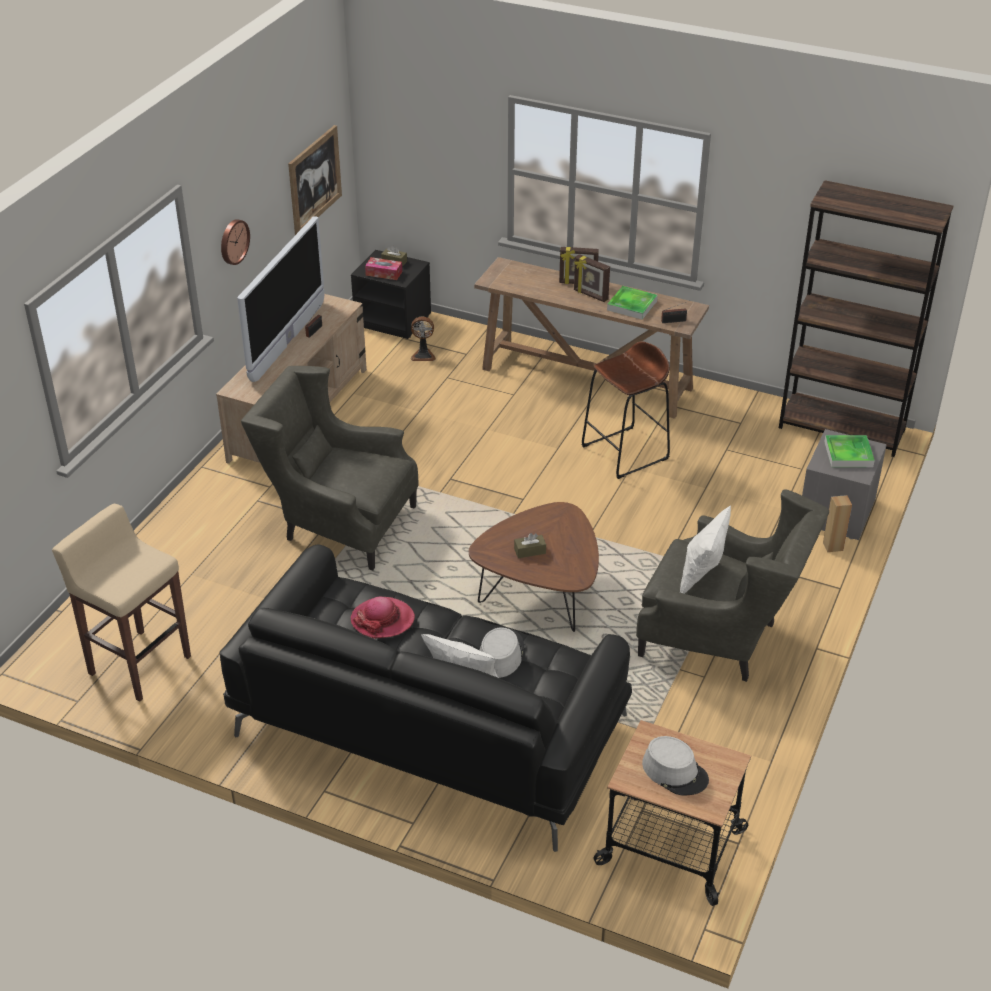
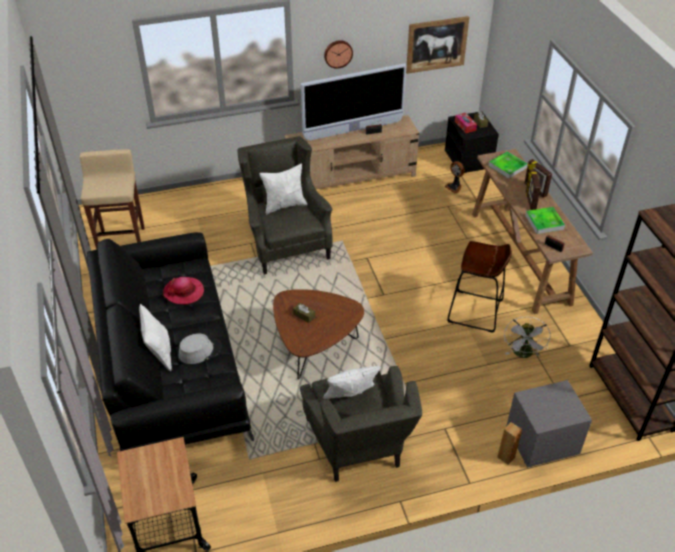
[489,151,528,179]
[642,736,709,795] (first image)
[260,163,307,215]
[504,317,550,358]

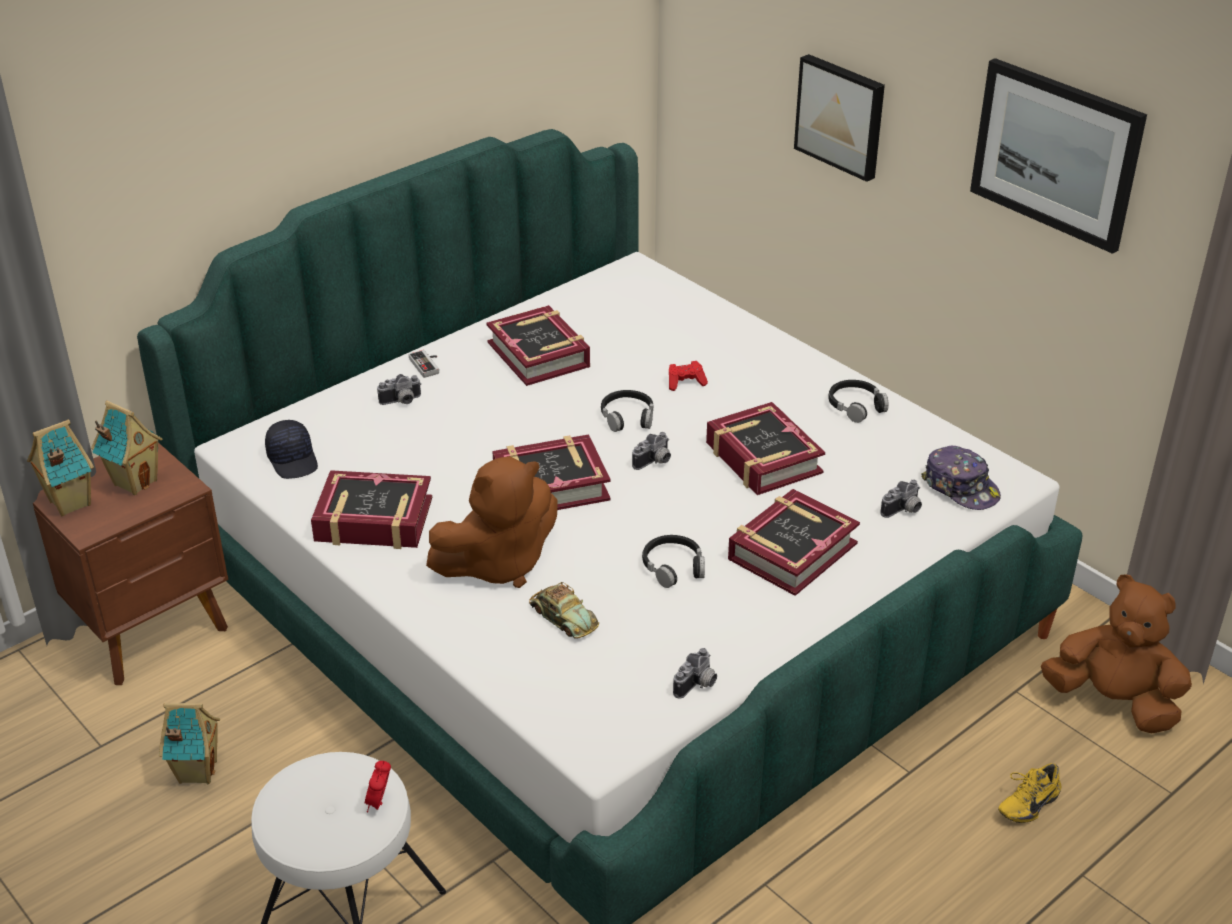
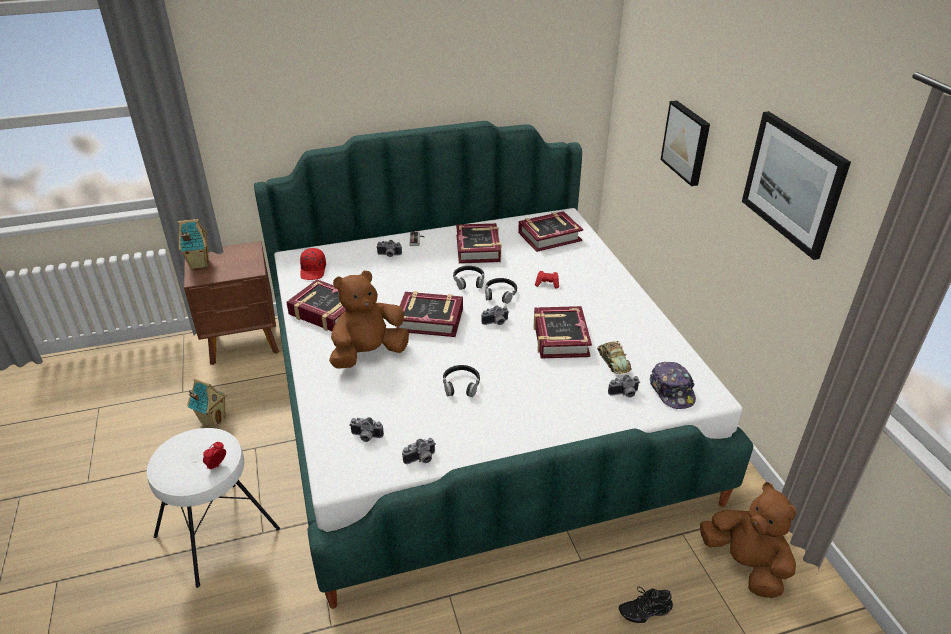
[453,266,484,290]
[91,401,162,495] (first image)
[300,248,326,280]
[329,271,409,369]
[518,211,583,252]
[597,341,631,374]
[619,586,673,623]
[349,417,384,442]

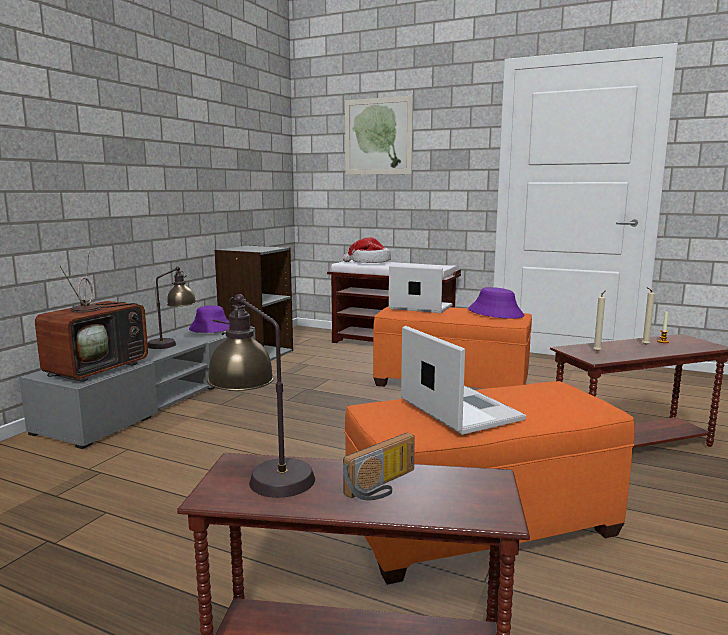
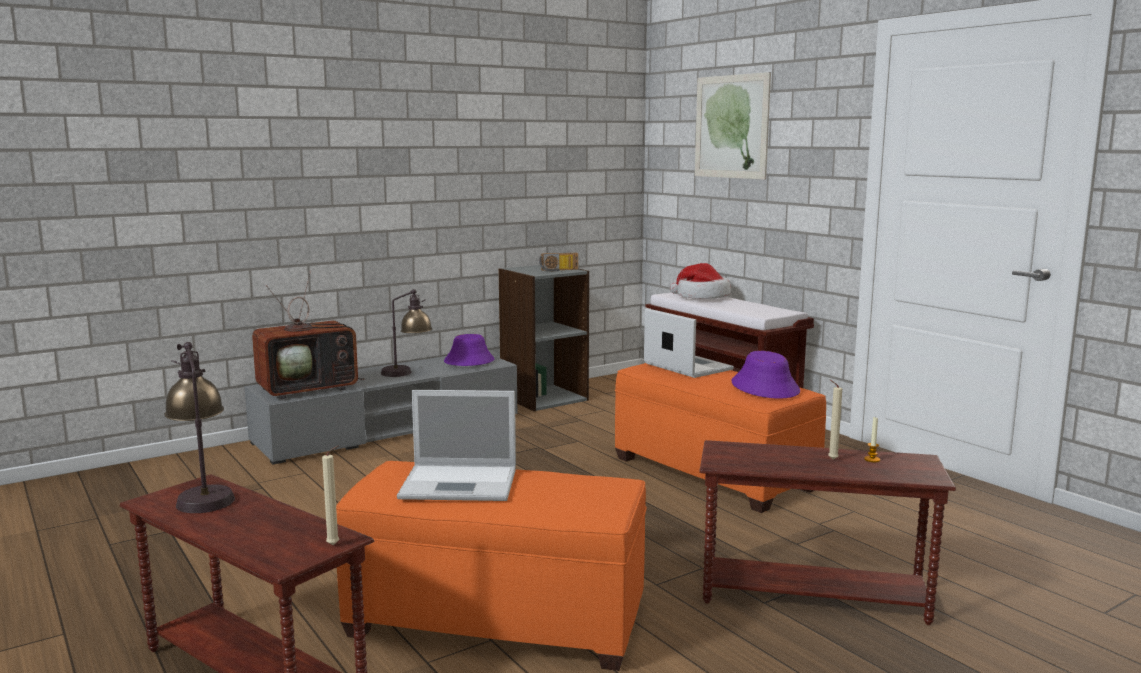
[322,446,339,545]
[397,390,516,501]
[539,253,578,271]

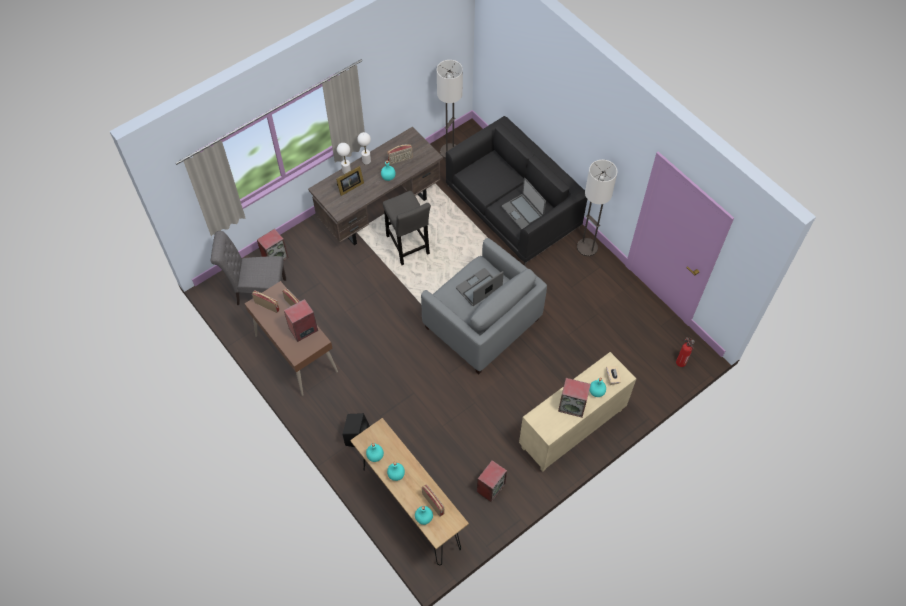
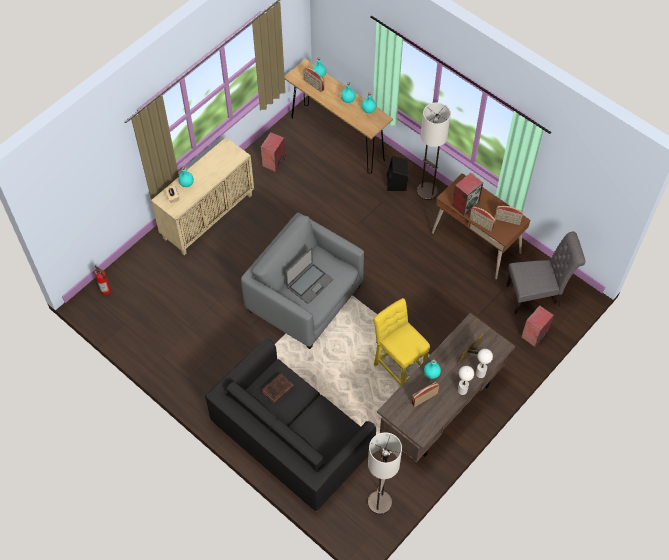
[417,102,451,200]
[262,373,294,404]
[373,298,430,385]
[558,378,591,418] (first image)

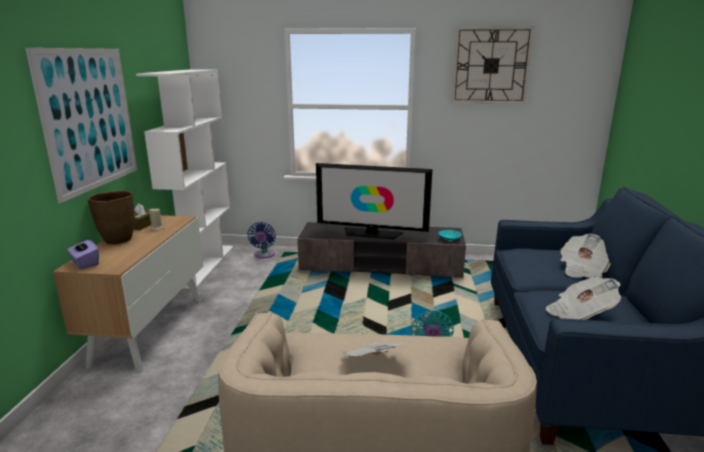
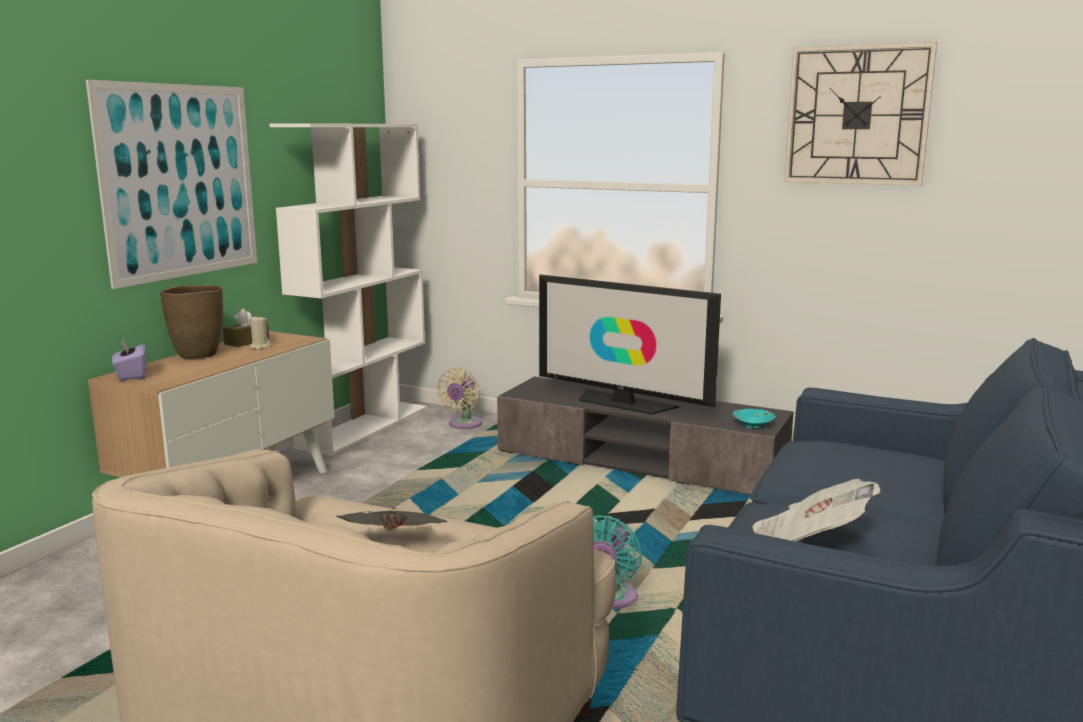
[437,368,482,429]
[560,234,610,278] (first image)

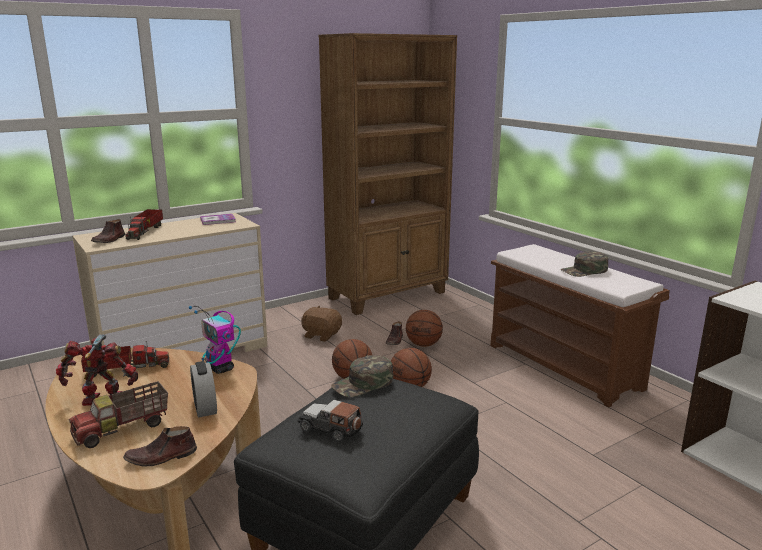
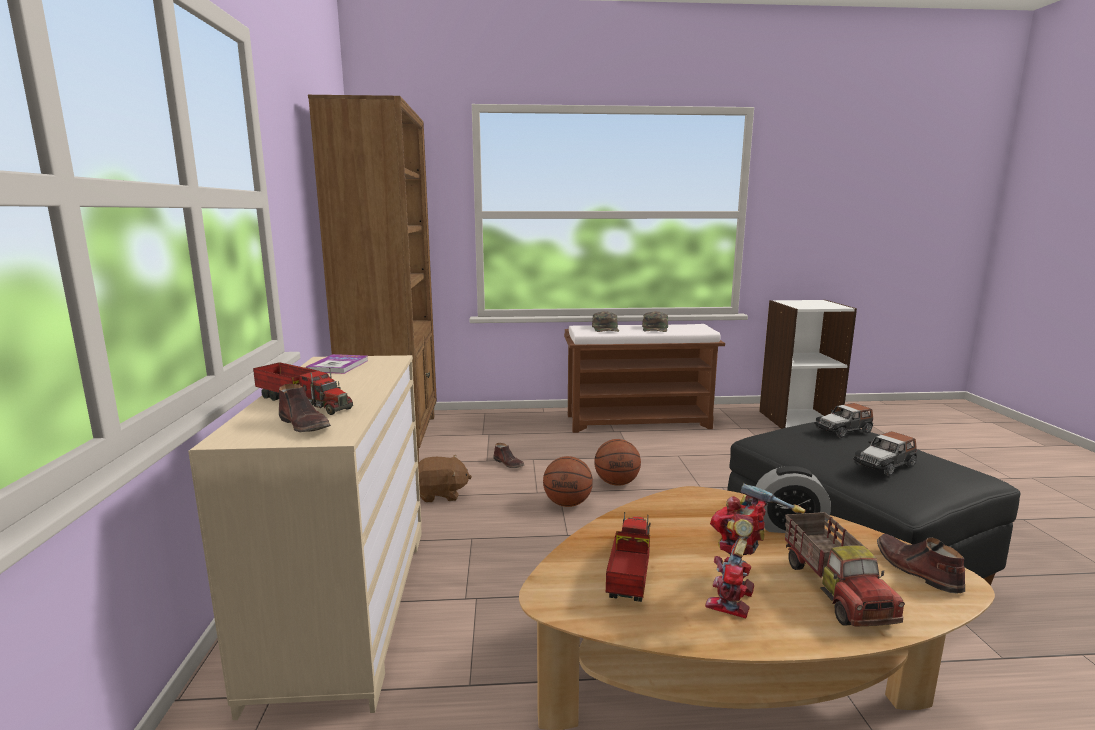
[189,306,241,374] (first image)
[418,455,472,503]
[406,310,443,347] (first image)
[592,311,619,332]
[877,534,965,594]
[814,403,873,438]

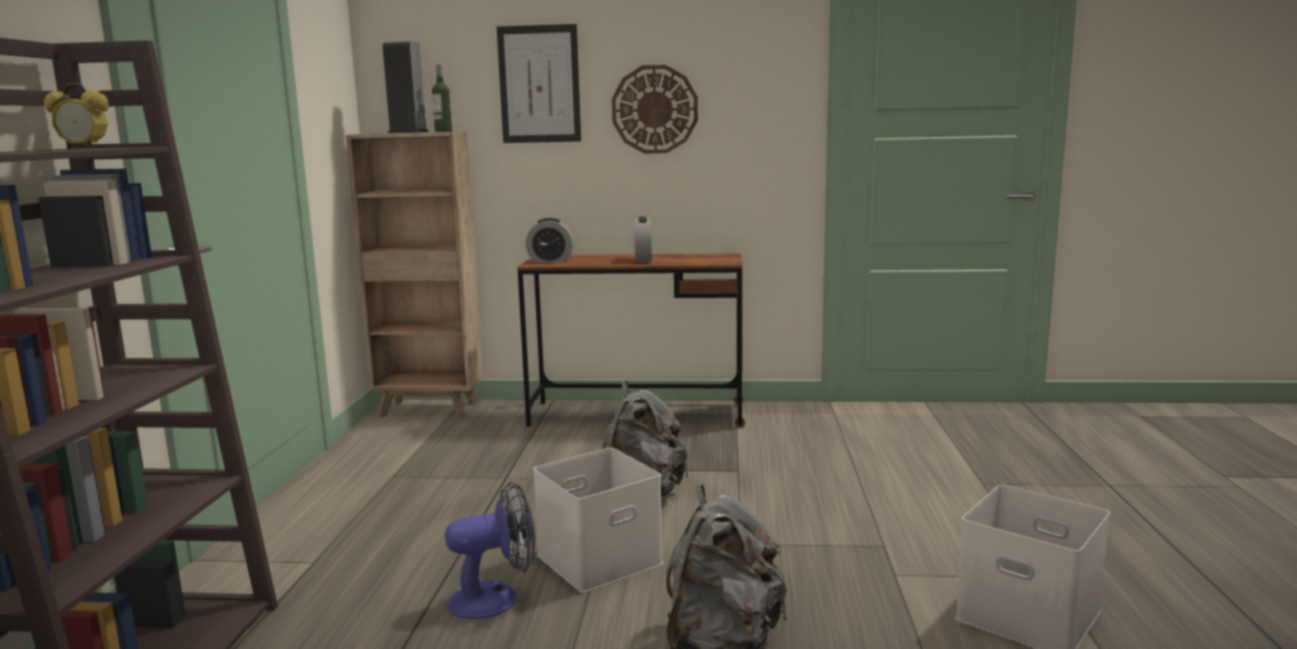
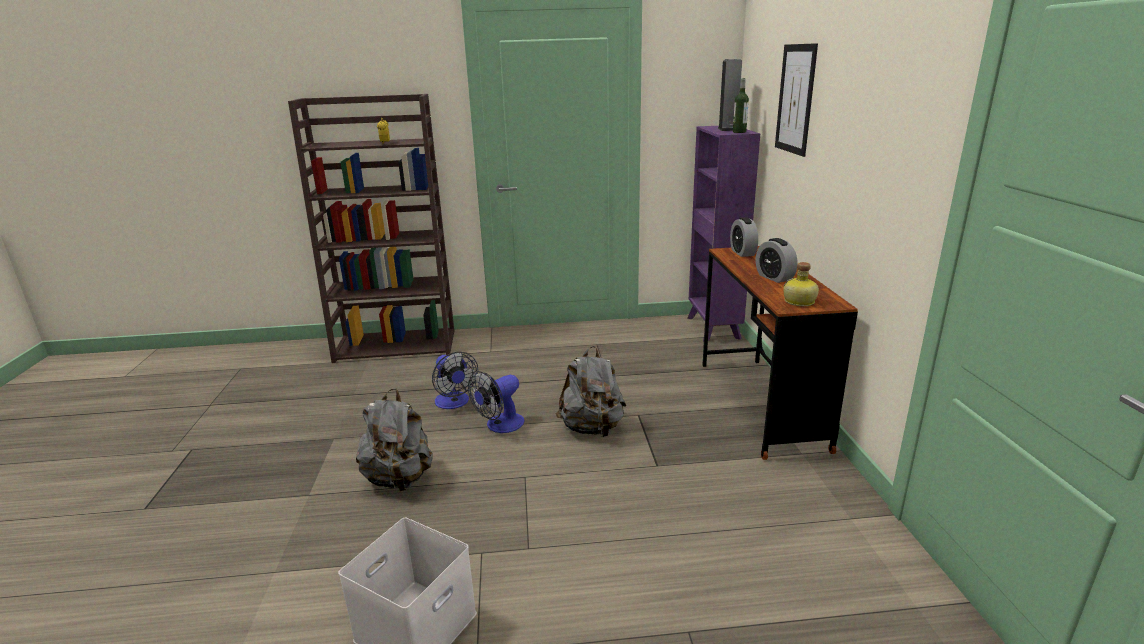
[612,65,698,154] (first image)
[687,126,760,341]
[756,238,798,283]
[468,371,525,433]
[783,262,819,306]

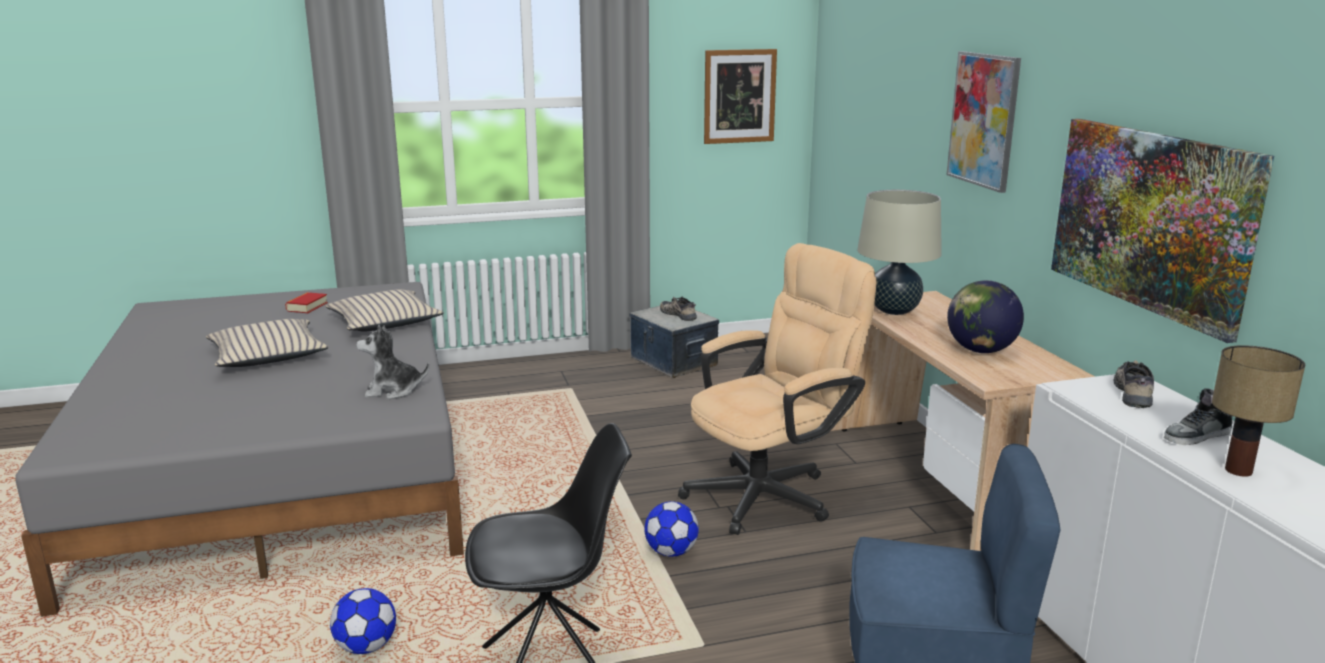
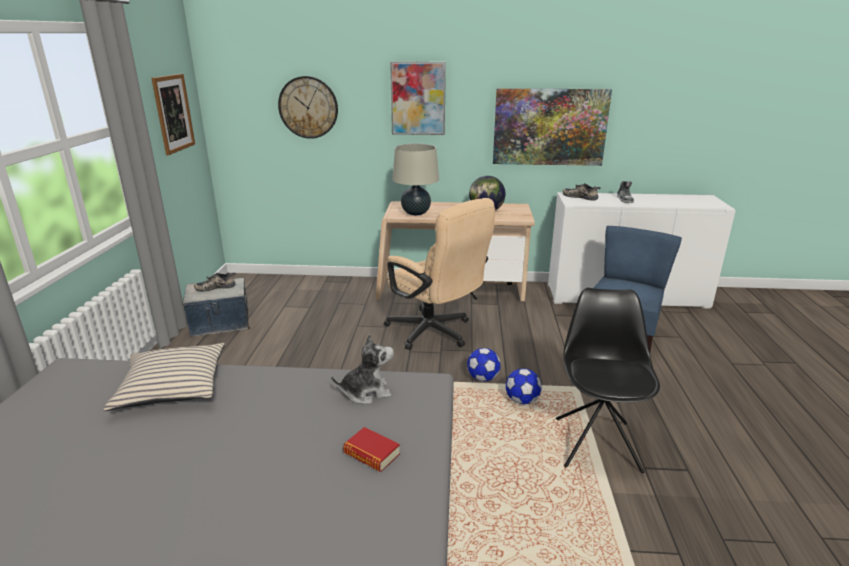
[384,198,495,350]
[343,427,400,472]
[206,319,329,367] (first image)
[331,333,394,404]
[1212,345,1305,477] (first image)
[506,368,542,404]
[278,76,338,139]

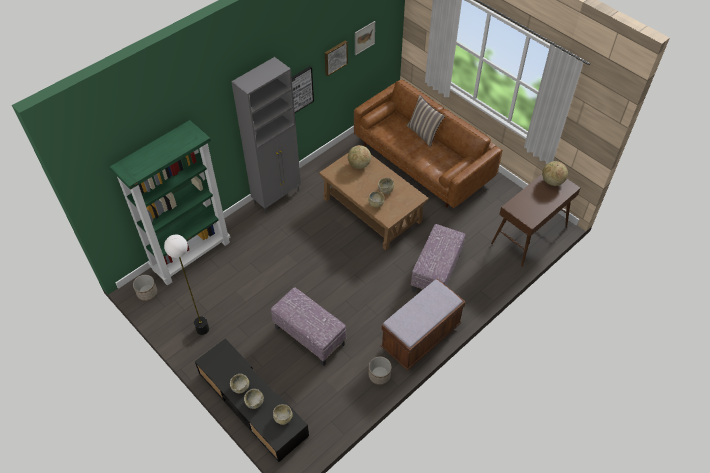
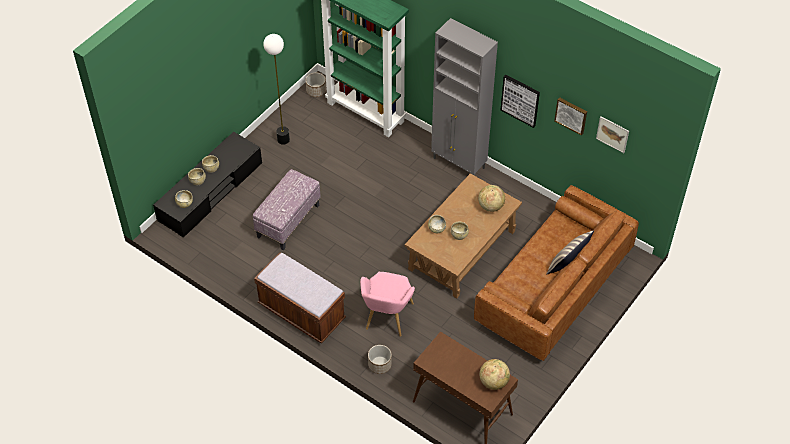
[360,272,415,337]
[368,345,392,374]

